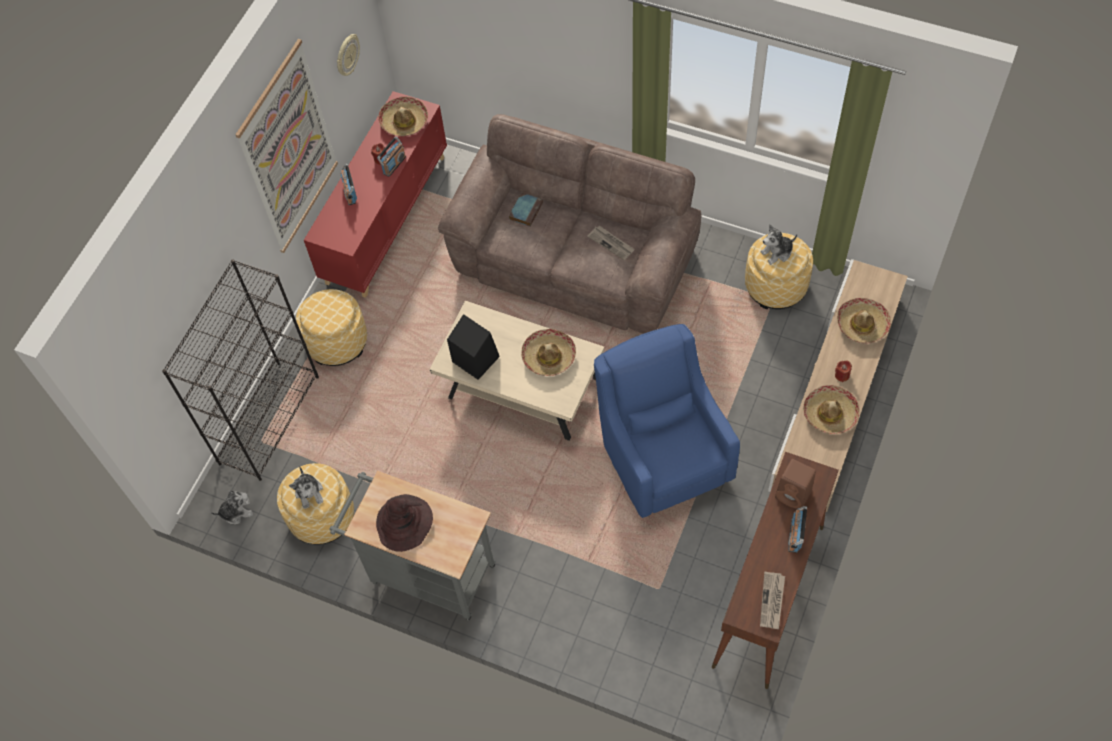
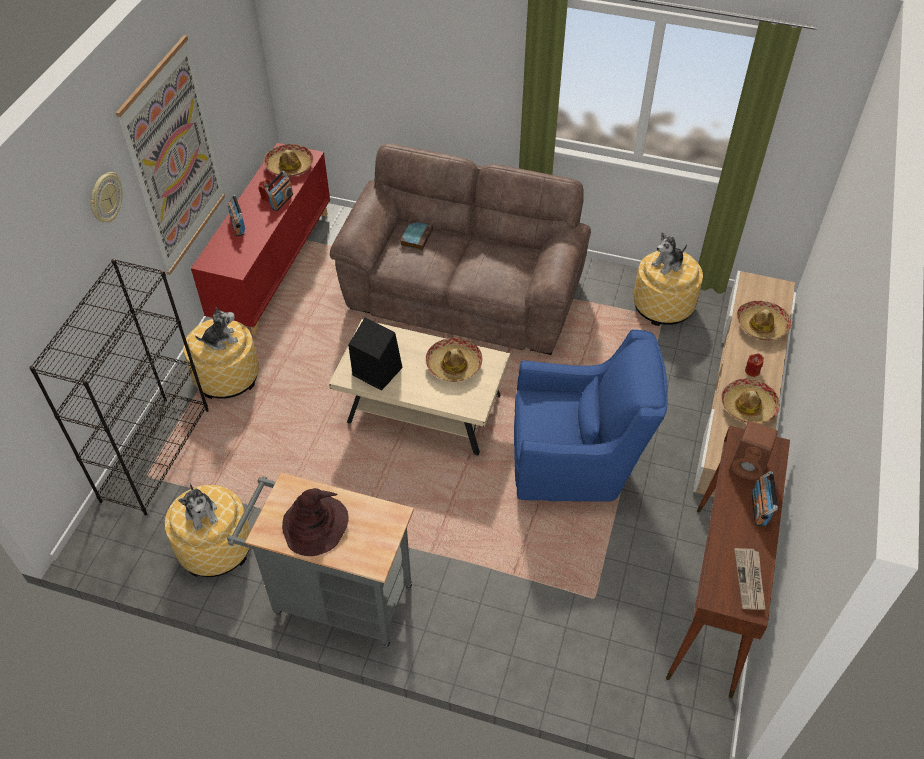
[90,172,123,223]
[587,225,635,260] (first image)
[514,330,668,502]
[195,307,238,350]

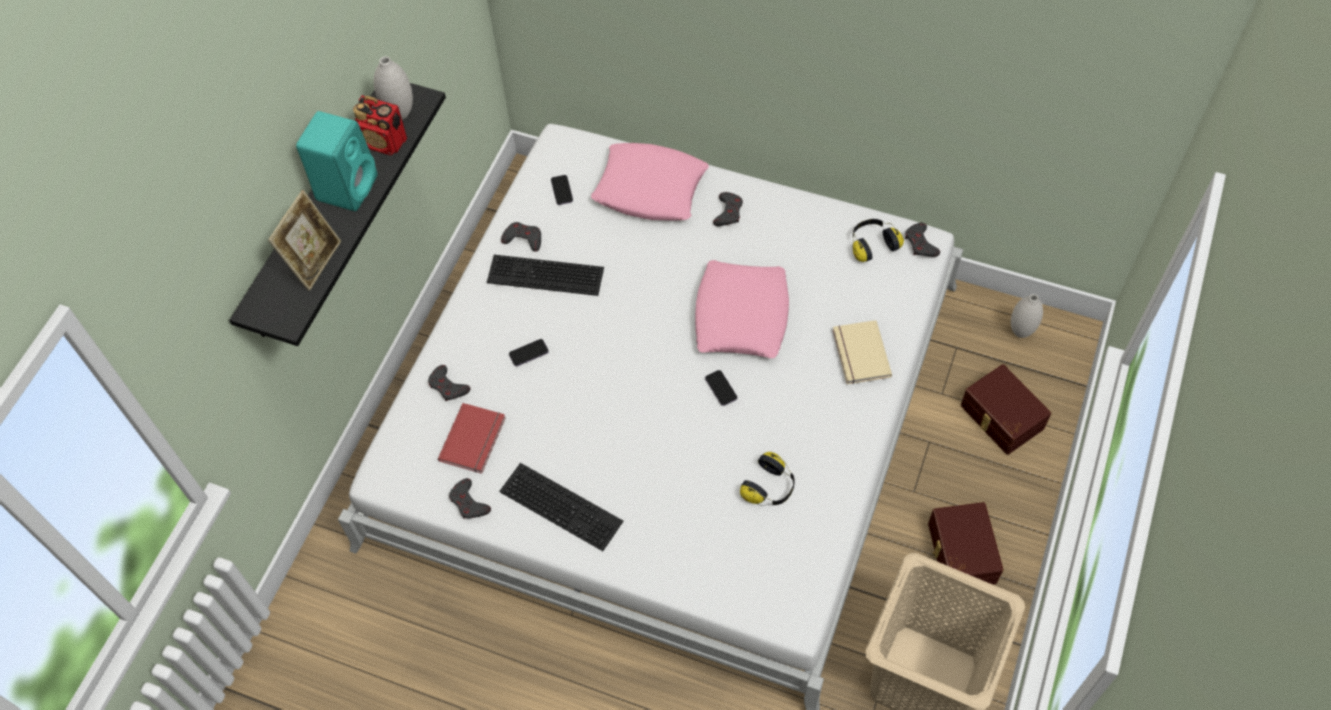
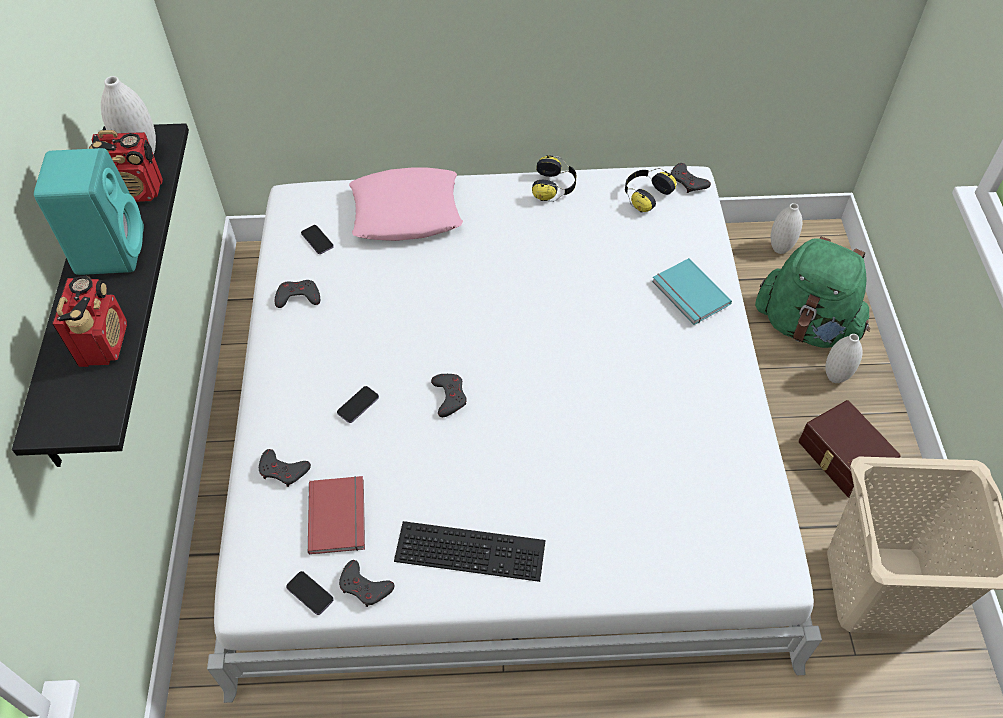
[52,275,127,367]
[431,374,467,417]
[487,255,604,296] (first image)
[695,260,789,358] (first image)
[652,258,732,325]
[755,237,870,348]
[286,571,334,615]
[532,155,576,202]
[826,334,862,383]

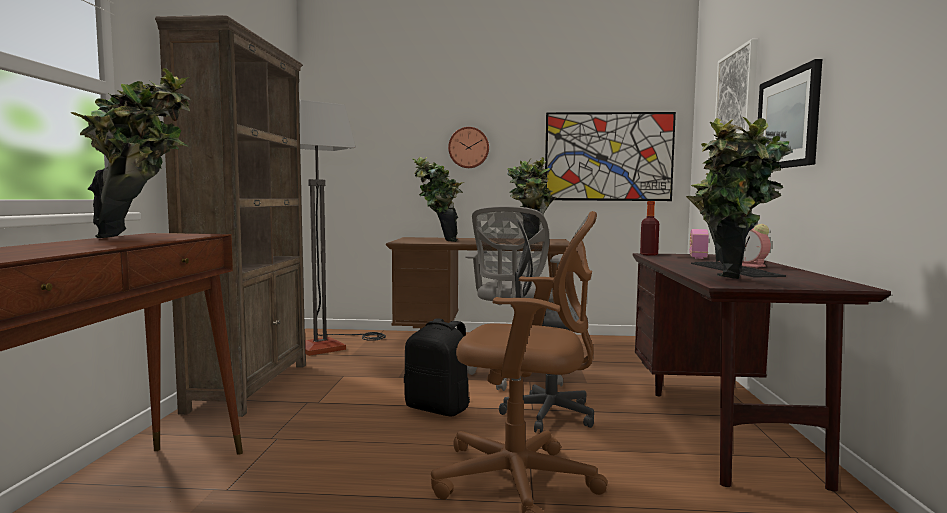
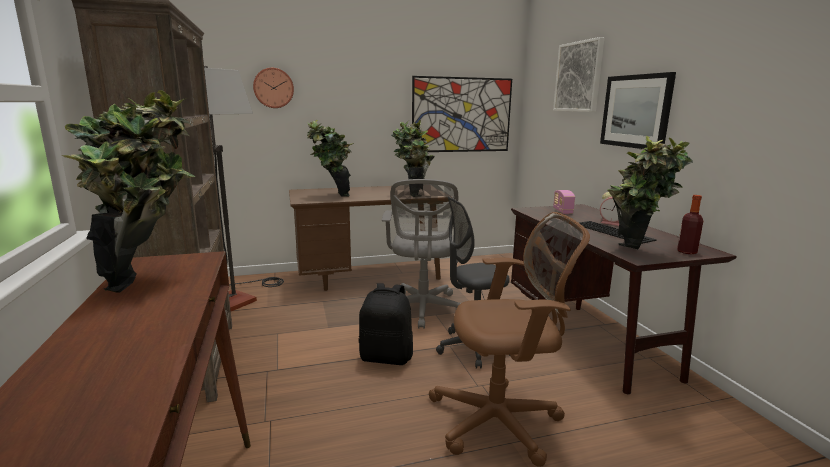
[253,68,294,108]
[677,195,703,254]

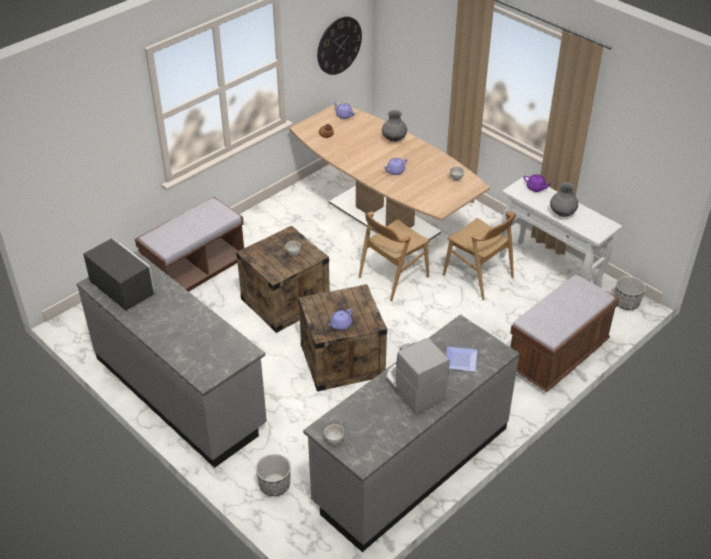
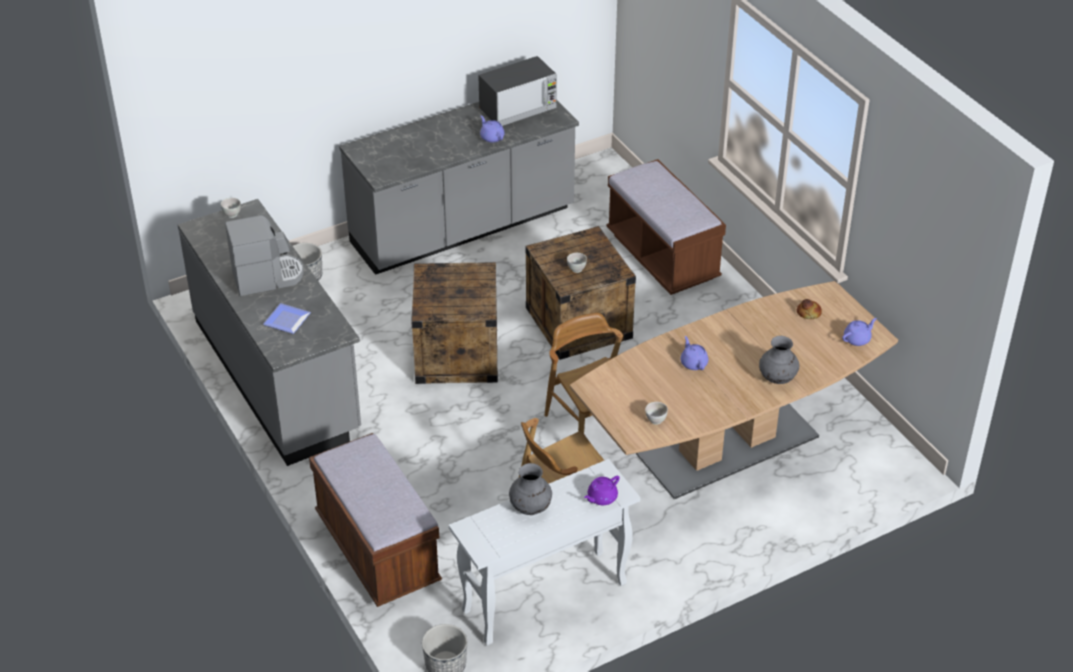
[317,16,362,75] (first image)
[480,115,505,143]

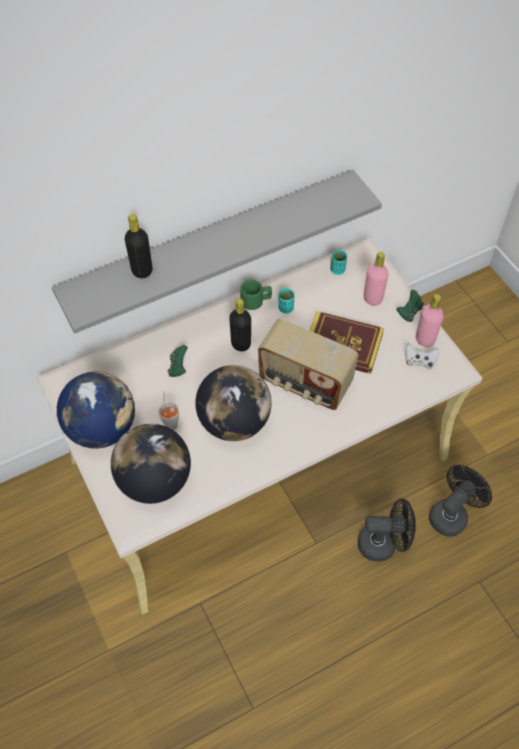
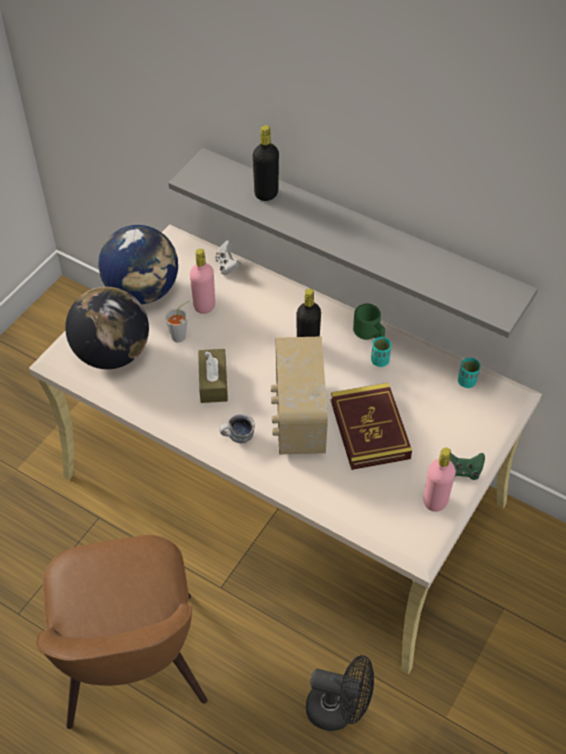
[190,249,215,314]
[215,240,241,275]
[168,345,188,377] (first image)
[198,349,228,403]
[358,498,416,562] (first image)
[219,414,255,443]
[36,535,208,729]

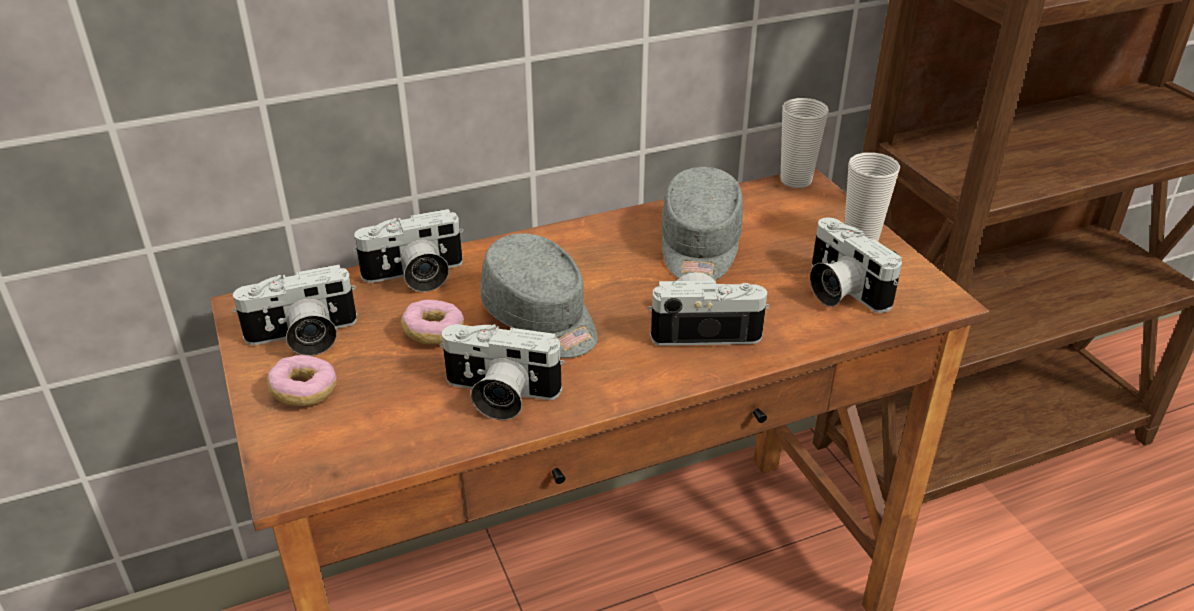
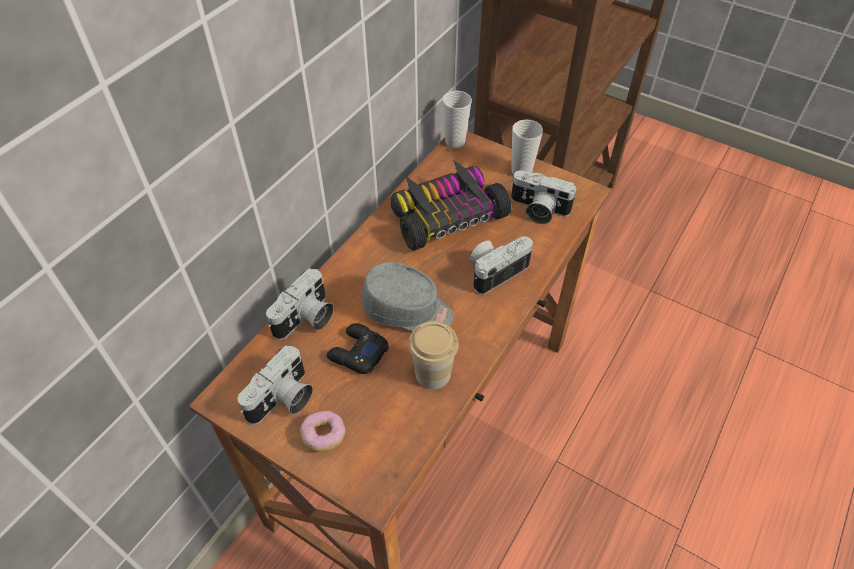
[391,160,511,251]
[327,323,389,374]
[408,321,459,389]

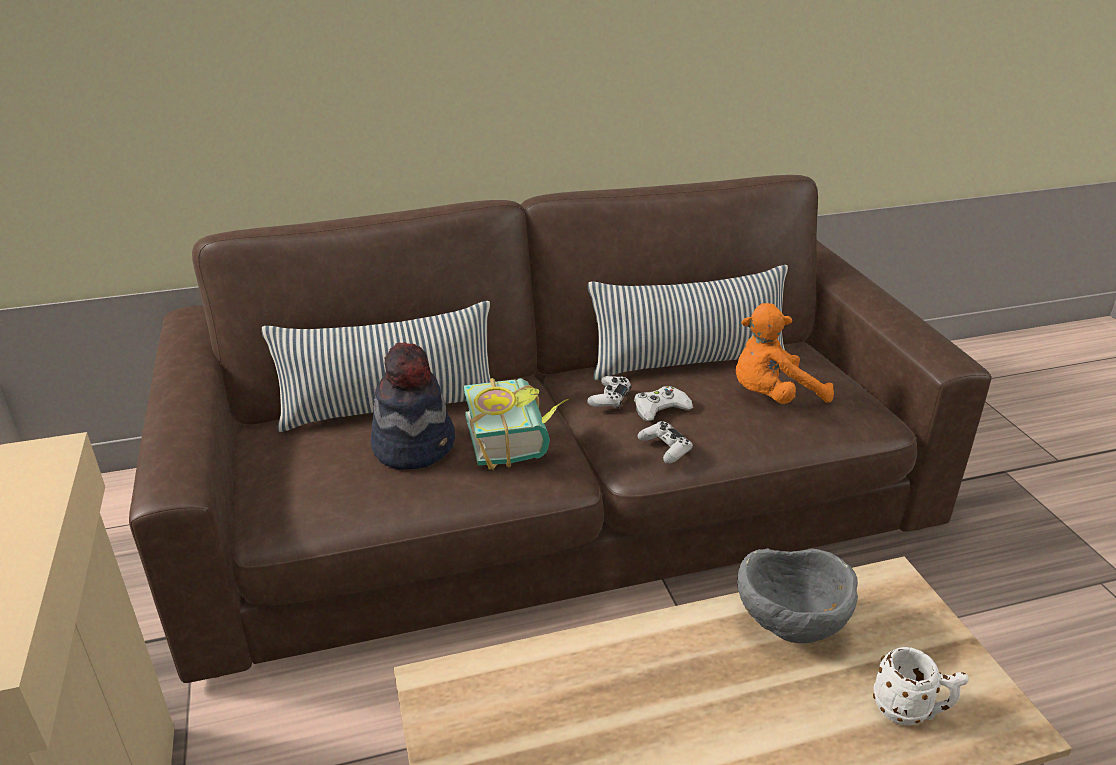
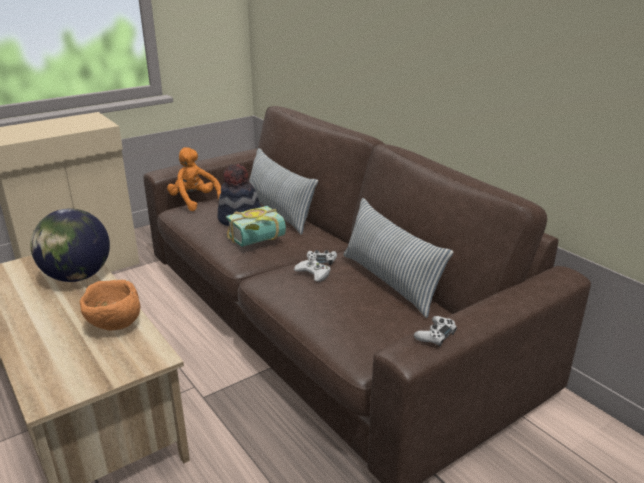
[167,147,221,211]
[414,316,457,346]
[80,279,141,331]
[873,647,969,725] (first image)
[30,208,110,282]

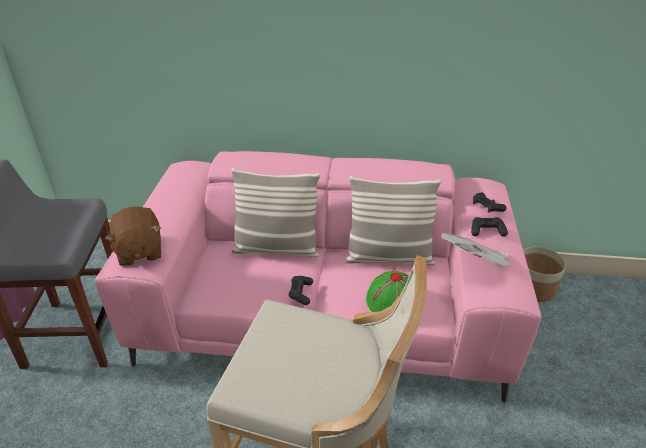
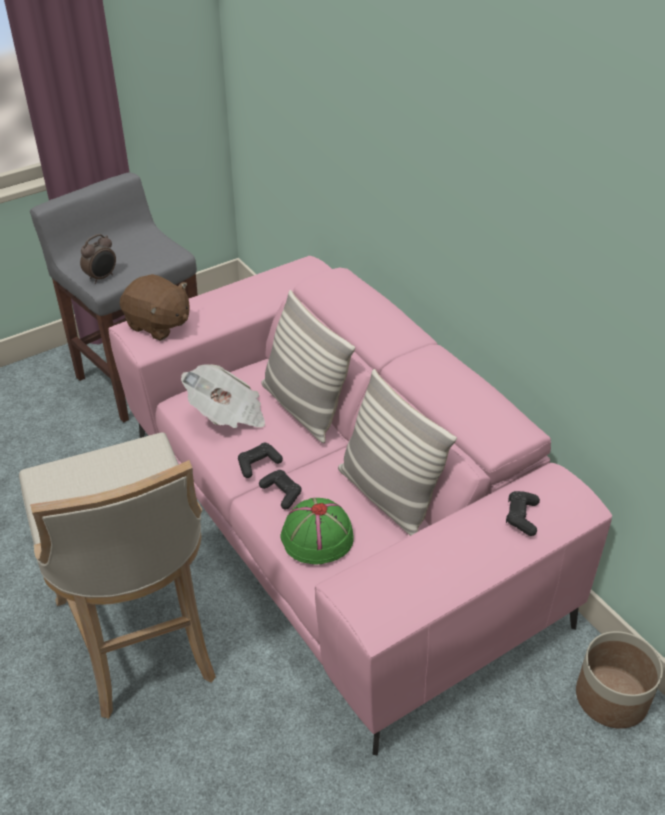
[120,274,189,341]
[259,470,301,509]
[181,364,265,428]
[80,234,116,284]

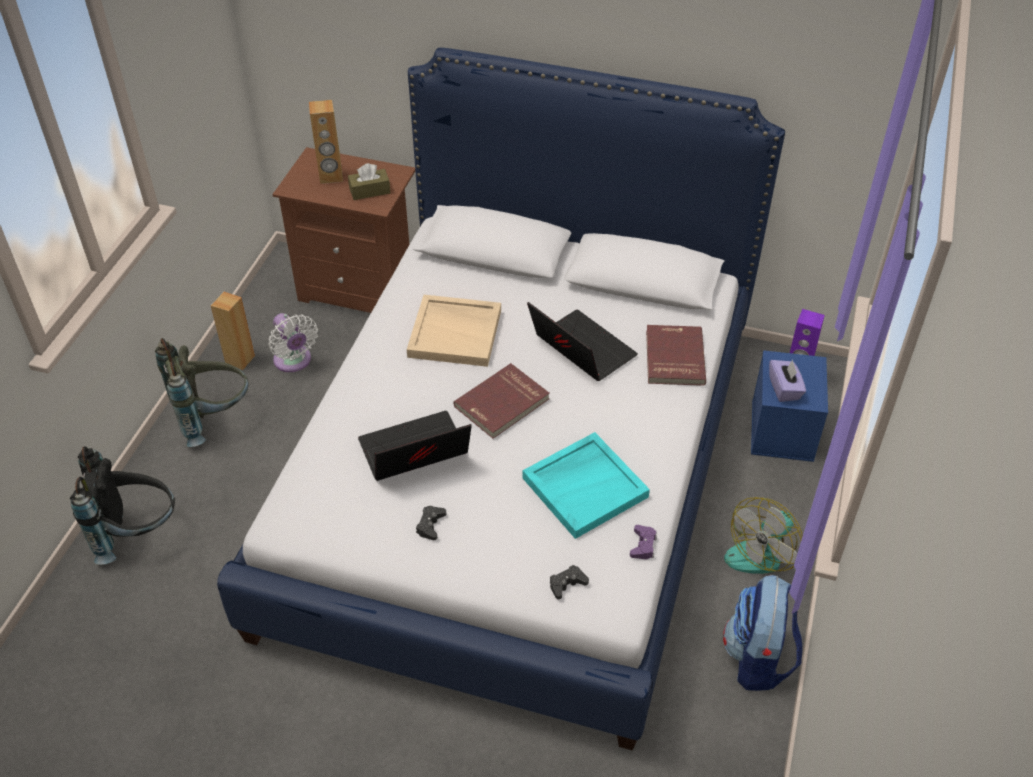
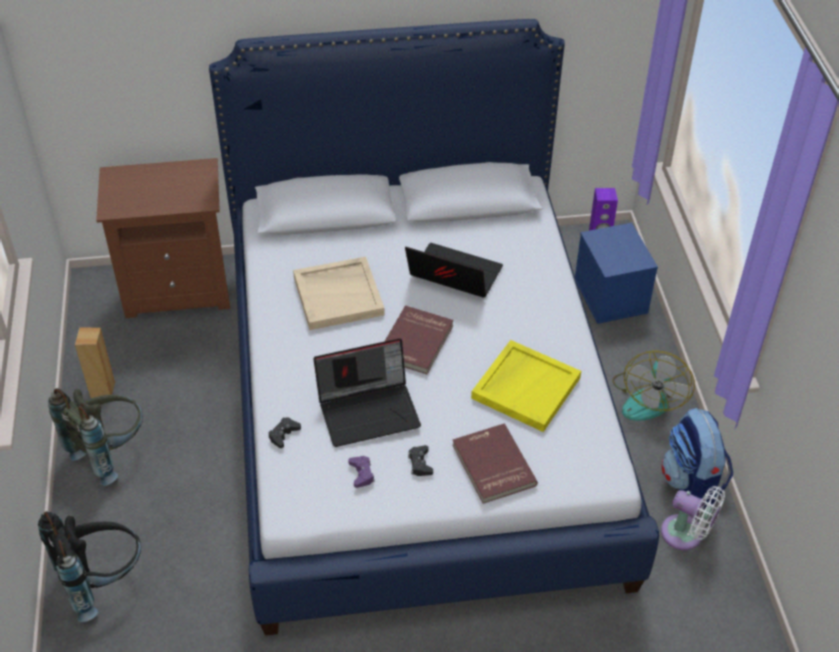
[309,100,343,184] (first image)
[348,163,390,200] (first image)
[661,486,725,550]
[452,424,538,504]
[769,360,806,402] (first image)
[313,338,421,447]
[471,340,581,432]
[348,456,375,488]
[269,417,301,448]

